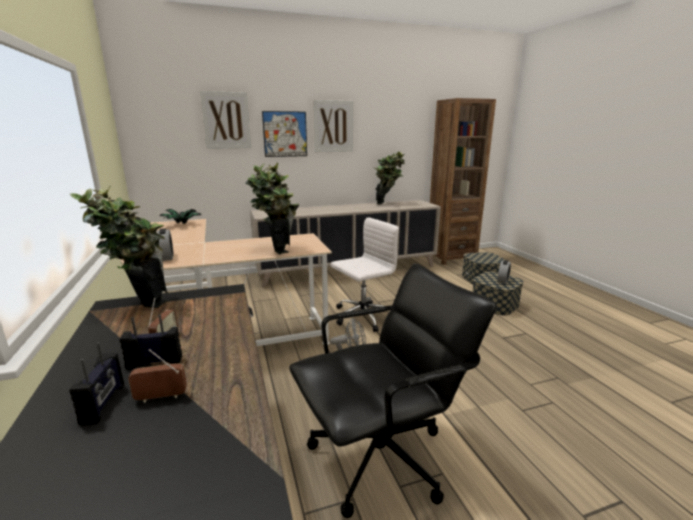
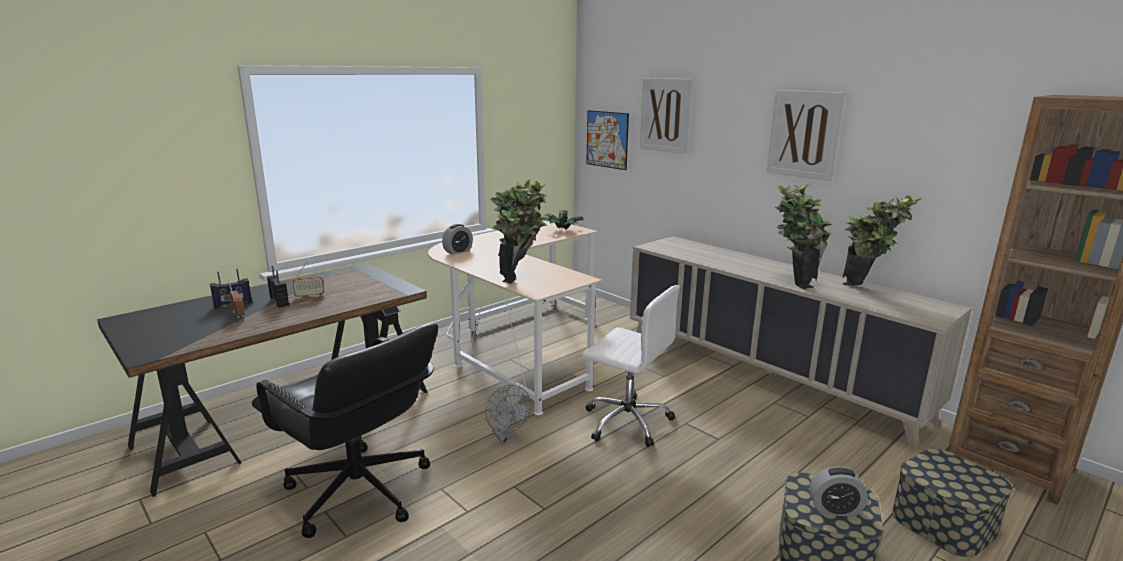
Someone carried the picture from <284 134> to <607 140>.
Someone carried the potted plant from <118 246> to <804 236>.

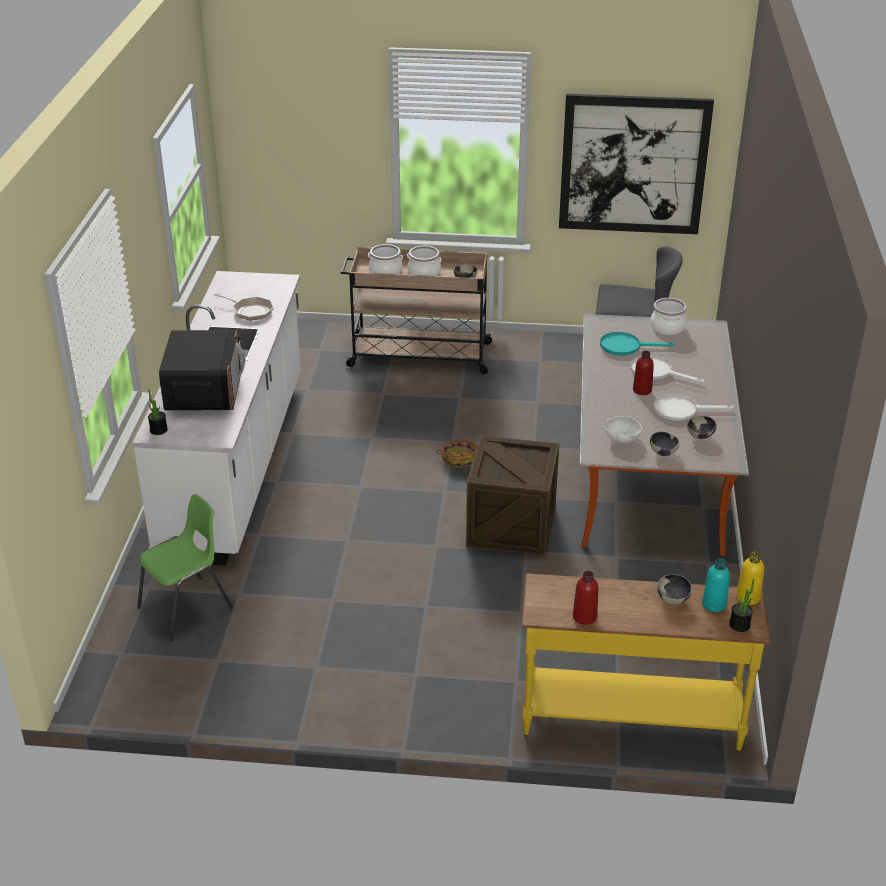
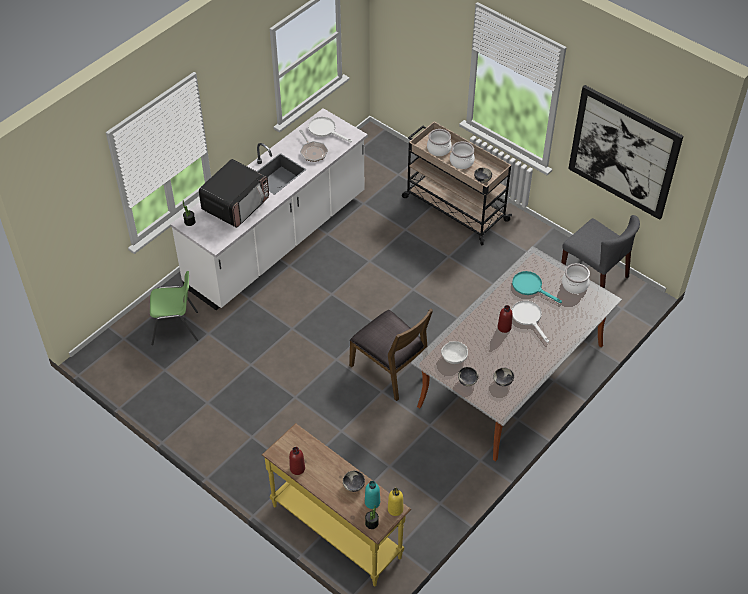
Someone carried the white frying pan from <694 407> to <330 130>.
Someone swapped the crate at <512 495> for the brown chair at <391 355>.
Someone took away the basket at <456 454>.

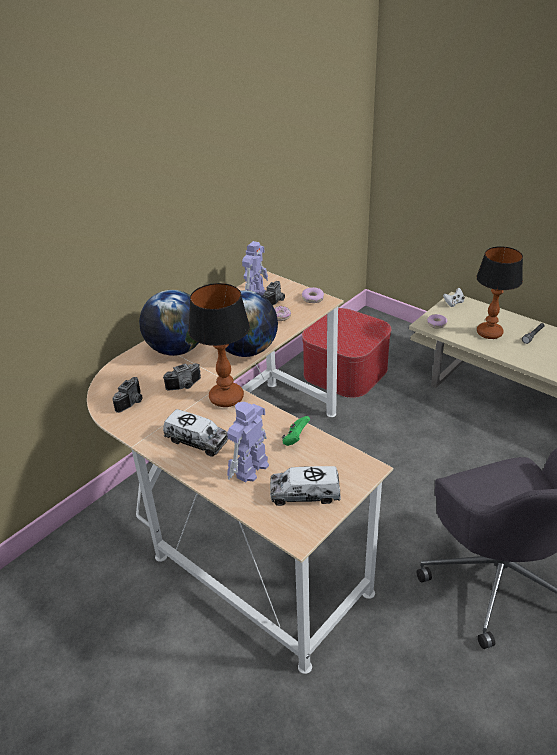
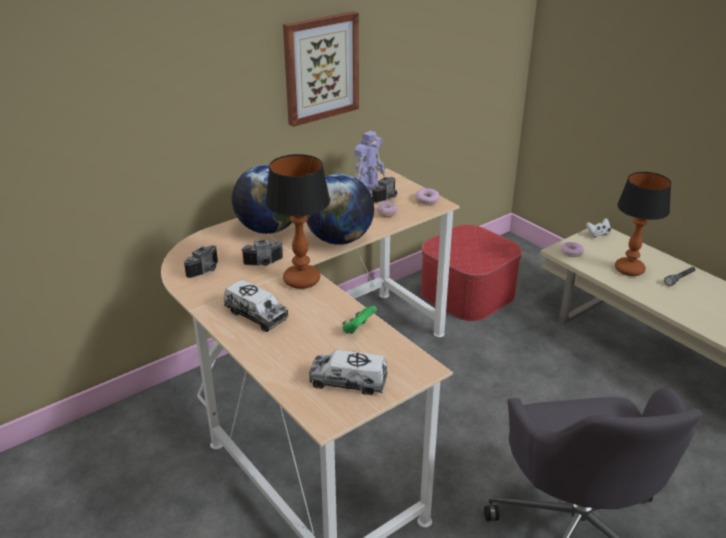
Someone took away the toy robot at <248 442>.
Someone put up the picture at <321 69>.

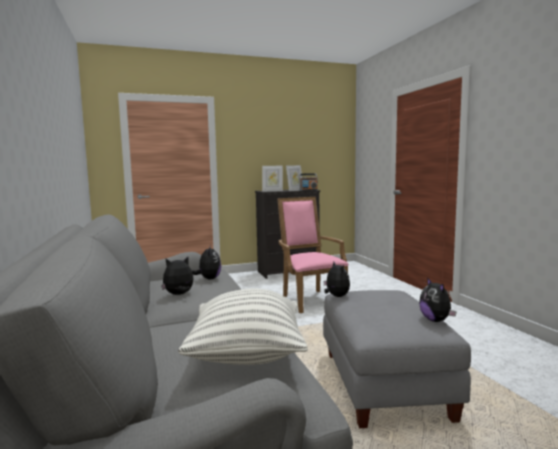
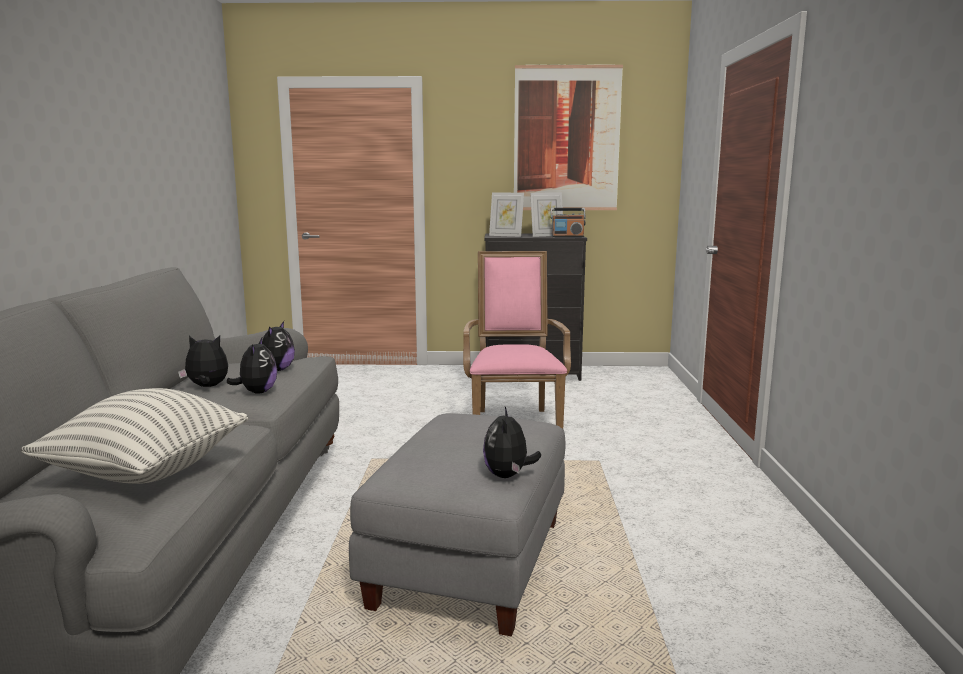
Someone carried the plush toy from <337 279> to <252 365>.
Someone put up the picture at <568 137>.

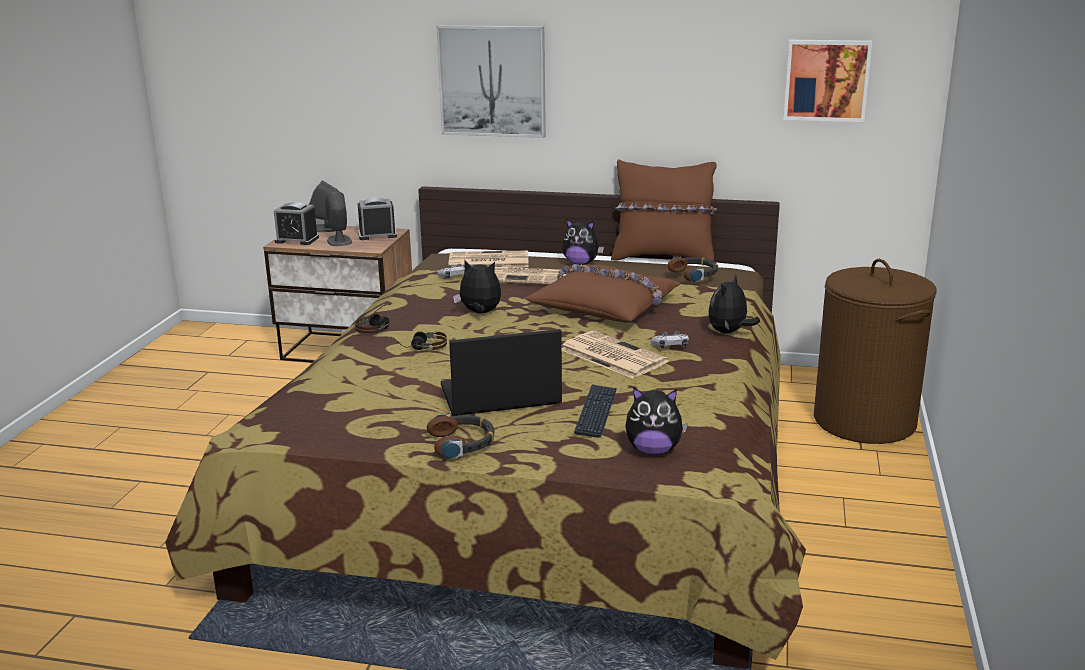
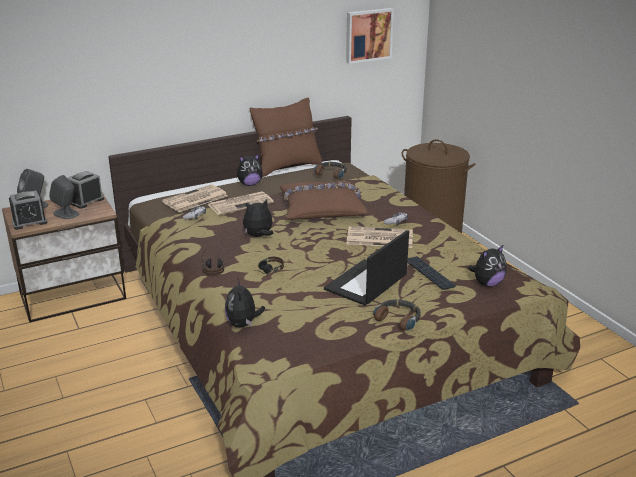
Someone took away the picture at <491 81>.
Someone carried the plush toy from <734 304> to <245 303>.

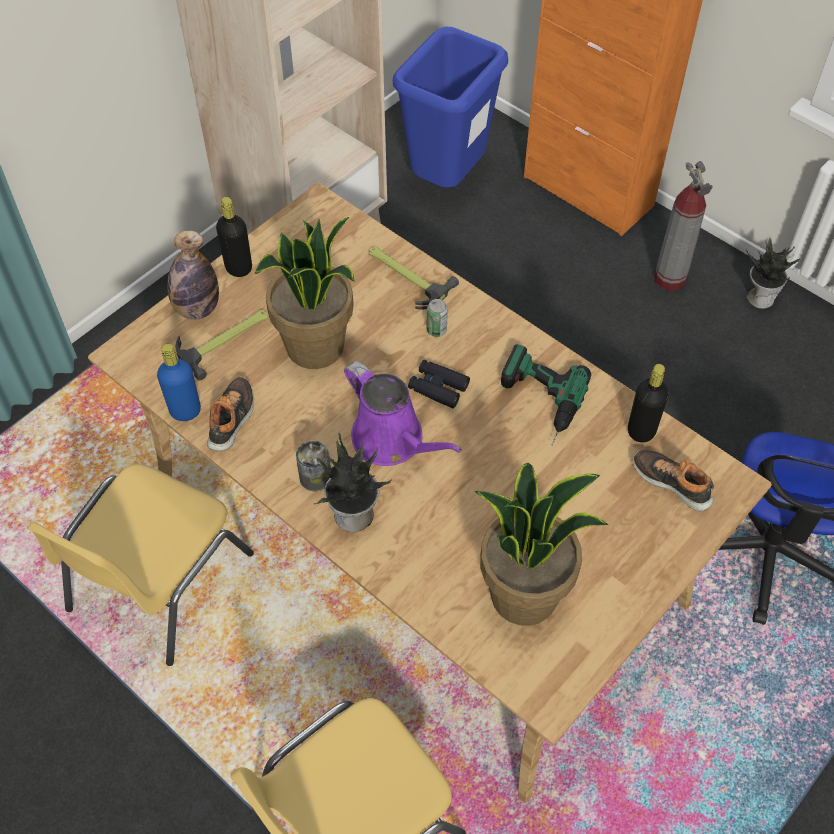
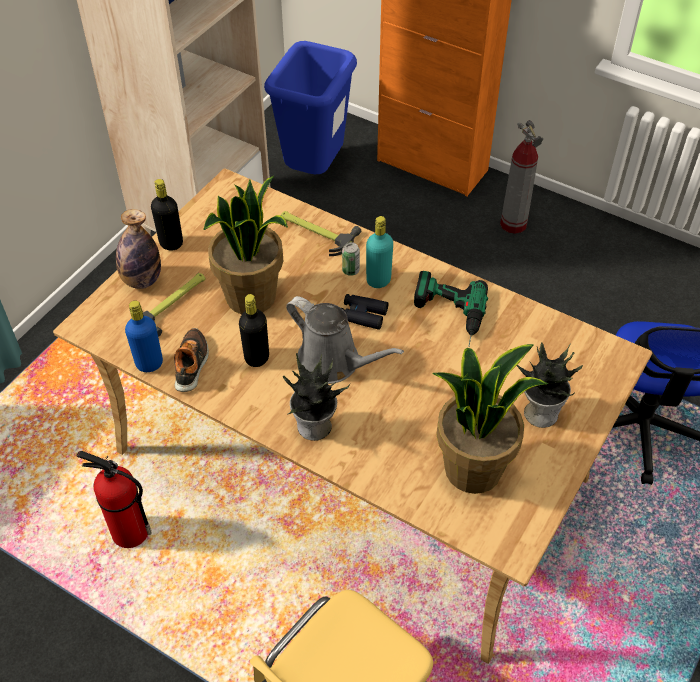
Someone carried the potted plant from <773 273> to <549 385>.
Someone repainted the purple watering can at <403 413>, which became the grey watering can at <345 340>.
Someone carried the black bottle from <648 403> to <254 330>.
Someone took away the can at <313 465>.
Someone took away the shoe at <673 480>.
Someone swapped the yellow chair at <140 565> for the fire extinguisher at <114 499>.
Someone put down the turquoise bottle at <379 252>.

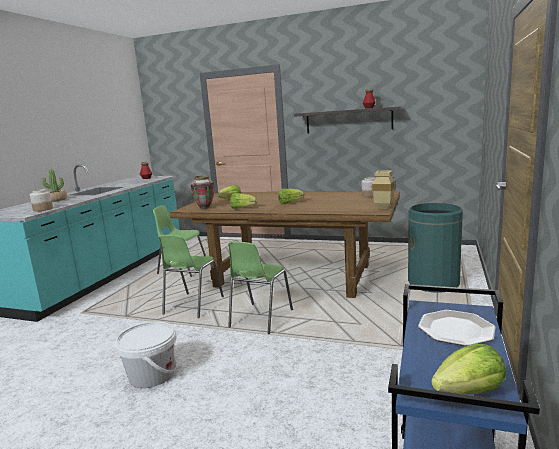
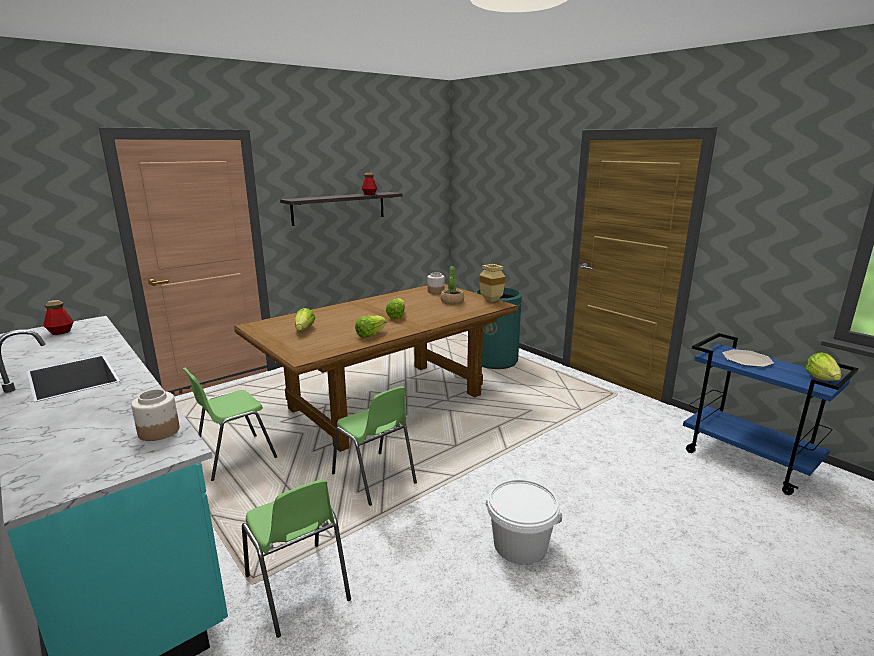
Someone carried the potted plant from <54 185> to <452 285>.
Someone took away the vase at <202 192>.
Someone carried the green chair from <260 288> to <296 558>.

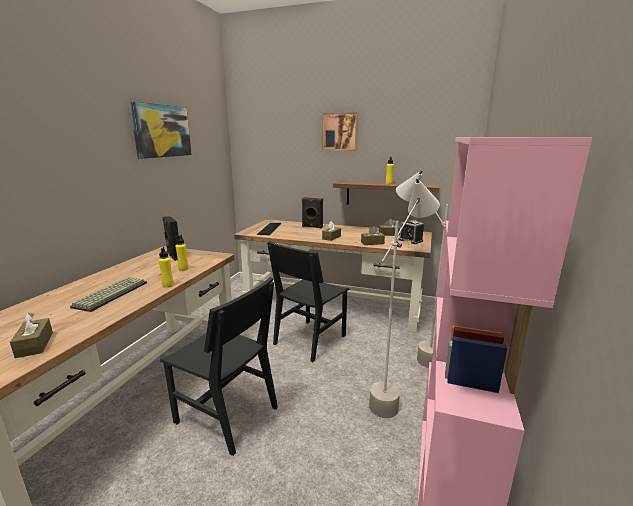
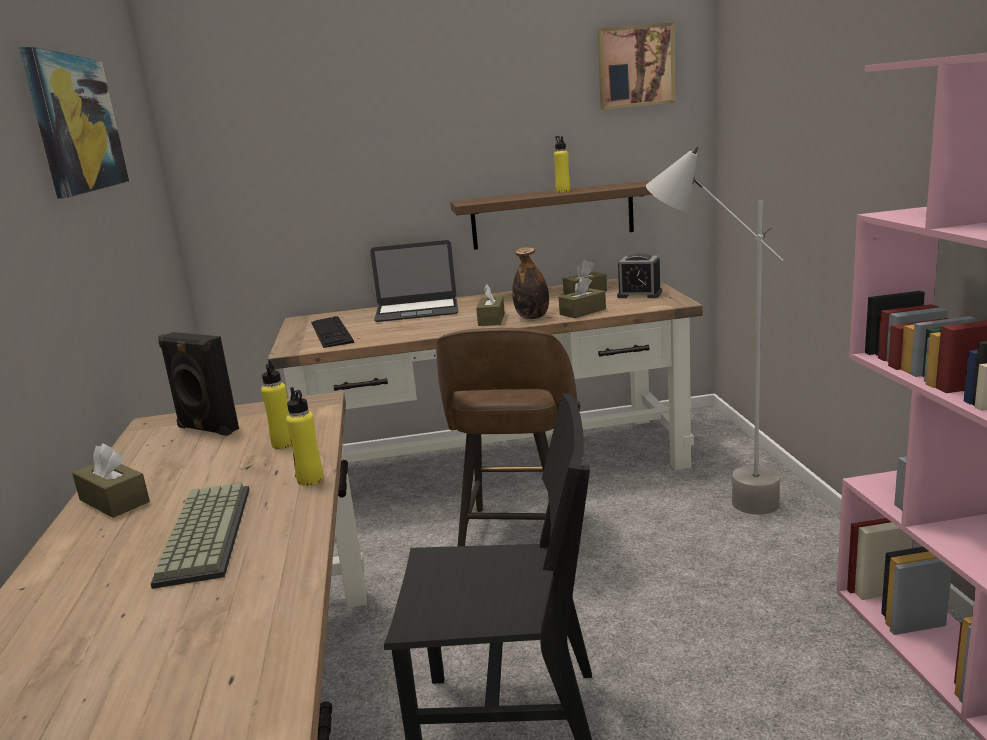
Someone carried the picture from <340 131> to <636 66>.
Someone took away the grey floor lamp at <404 298>.
Someone swapped the black speaker at <312 212> for the laptop at <414 281>.
Someone swapped the black chair at <308 301> for the brown stool at <507 437>.
Someone carried the brown tissue box from <31 335> to <111 480>.
Someone put down the bottle at <530 283>.

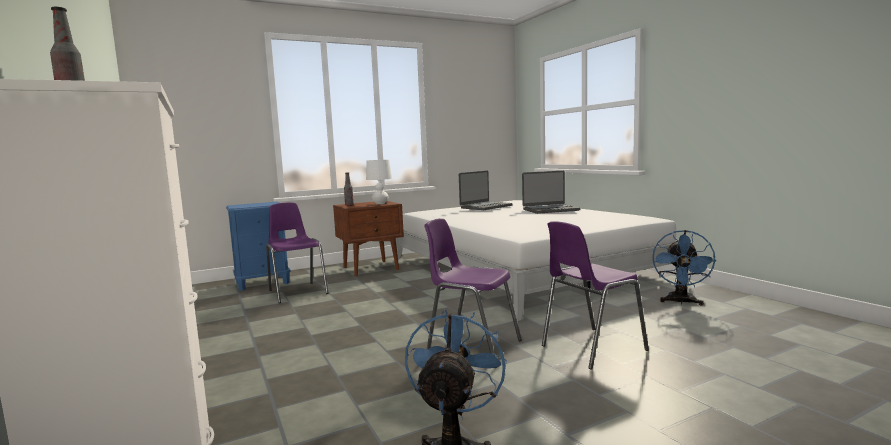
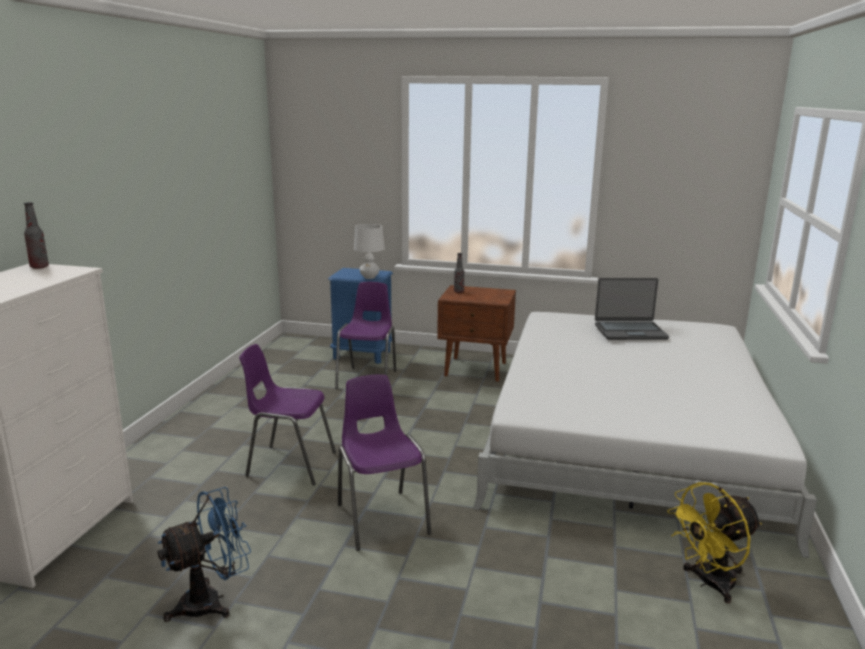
Someone carried the white table lamp from <379 182> to <369 251>.
Someone took away the laptop at <551 192>.
Someone carried the purple chair from <595 295> to <287 414>.
Someone repainted the blue fan at <684 268>, which became the yellow fan at <714 542>.

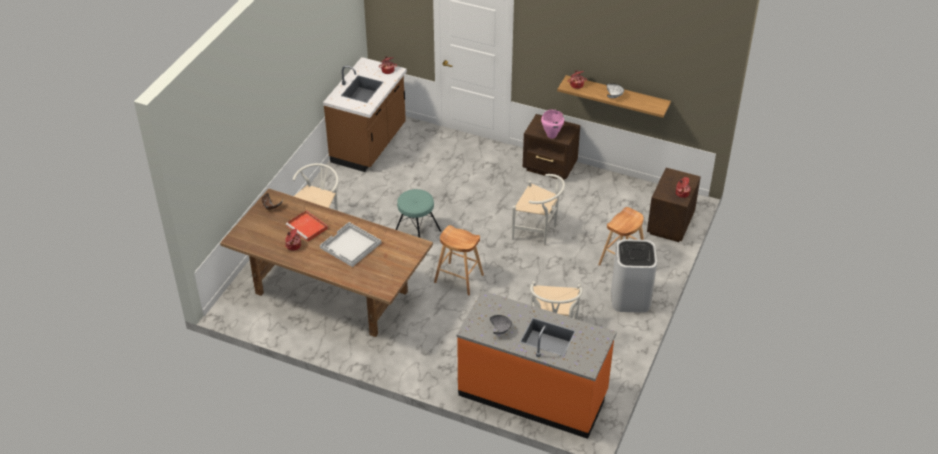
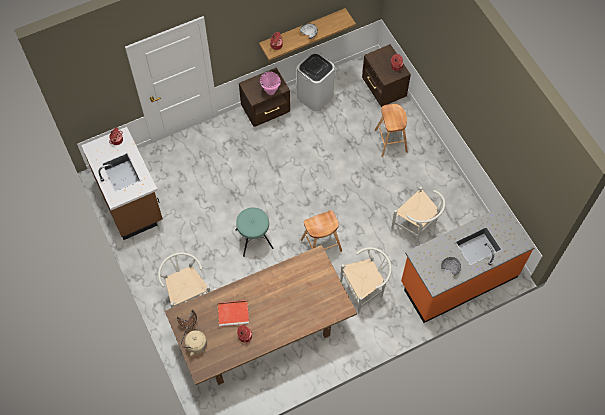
Someone carried the white chair from <538 209> to <366 280>.
Someone took away the white tray at <350 244>.
Someone carried the white trash can from <634 276> to <316 81>.
Someone put down the beige kettle at <193 341>.

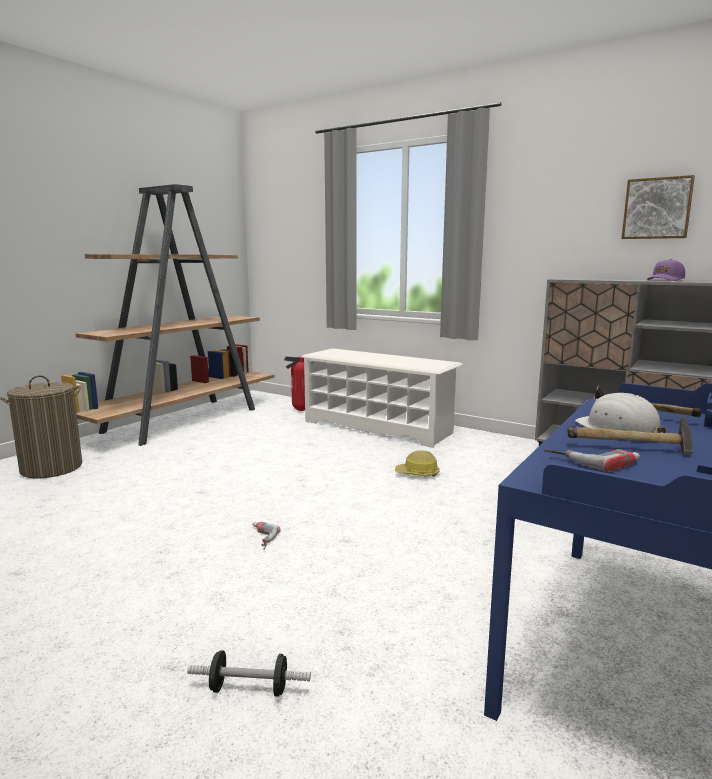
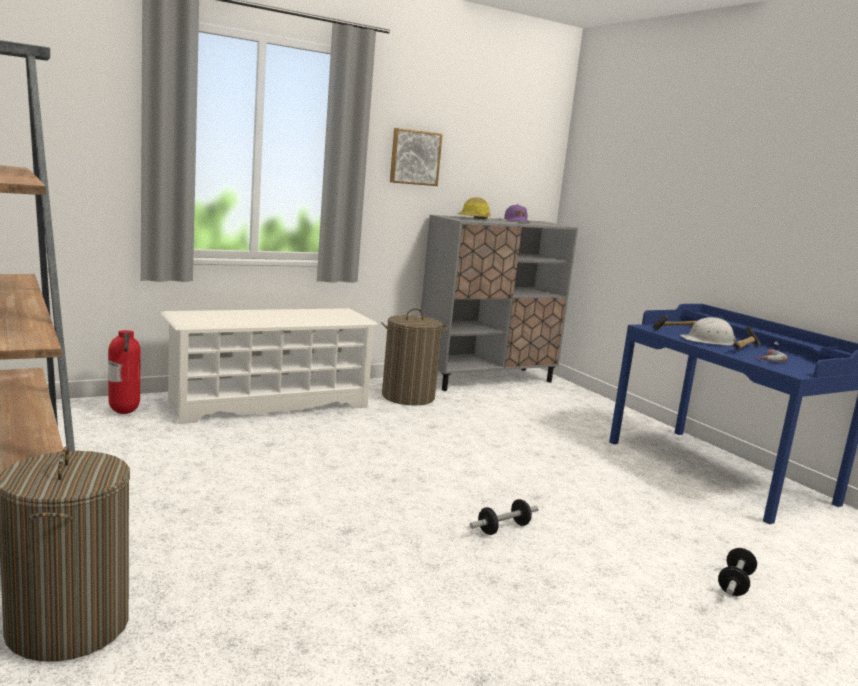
Someone carried the picture from <658 207> to <416 157>.
Someone carried the hard hat from <417 463> to <474 208>.
Someone swapped the power drill at <266 535> for the dumbbell at <504 517>.
Someone put down the laundry basket at <414 356>.

